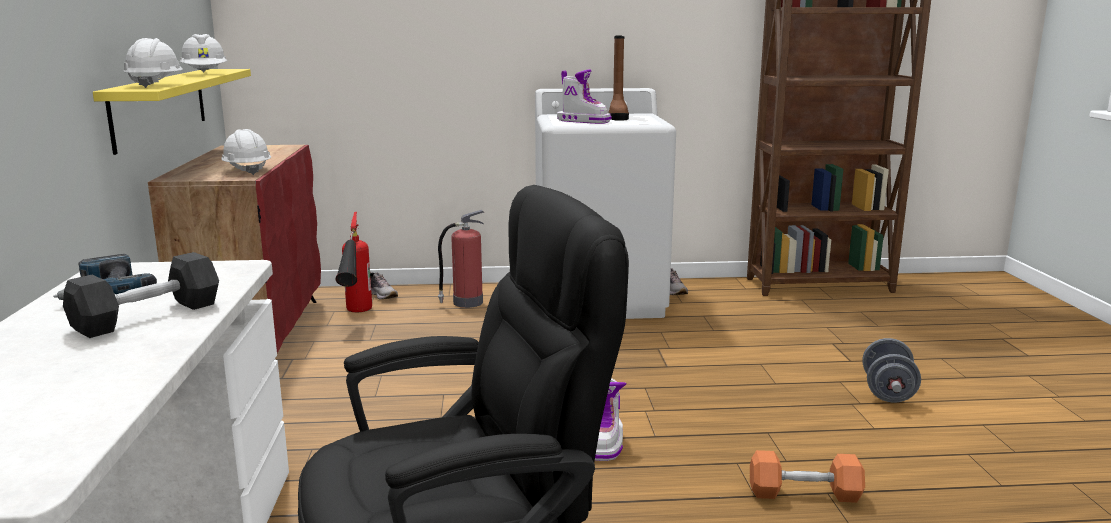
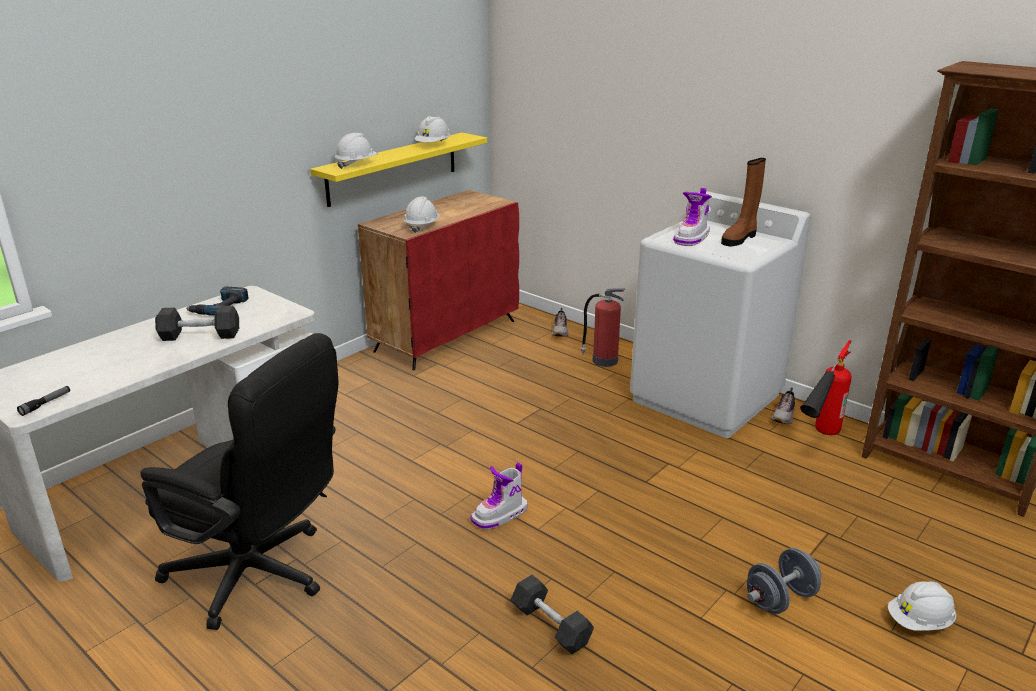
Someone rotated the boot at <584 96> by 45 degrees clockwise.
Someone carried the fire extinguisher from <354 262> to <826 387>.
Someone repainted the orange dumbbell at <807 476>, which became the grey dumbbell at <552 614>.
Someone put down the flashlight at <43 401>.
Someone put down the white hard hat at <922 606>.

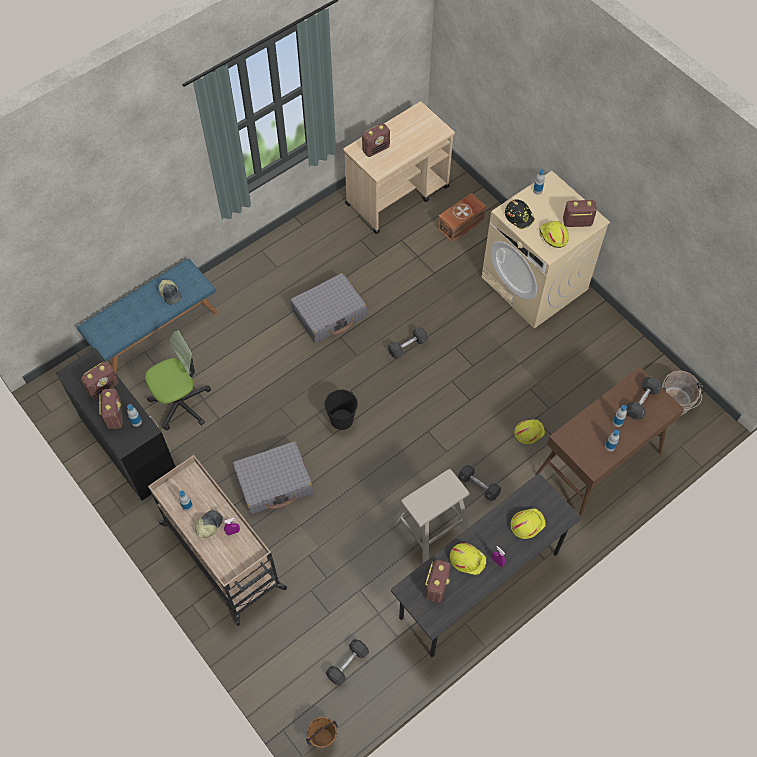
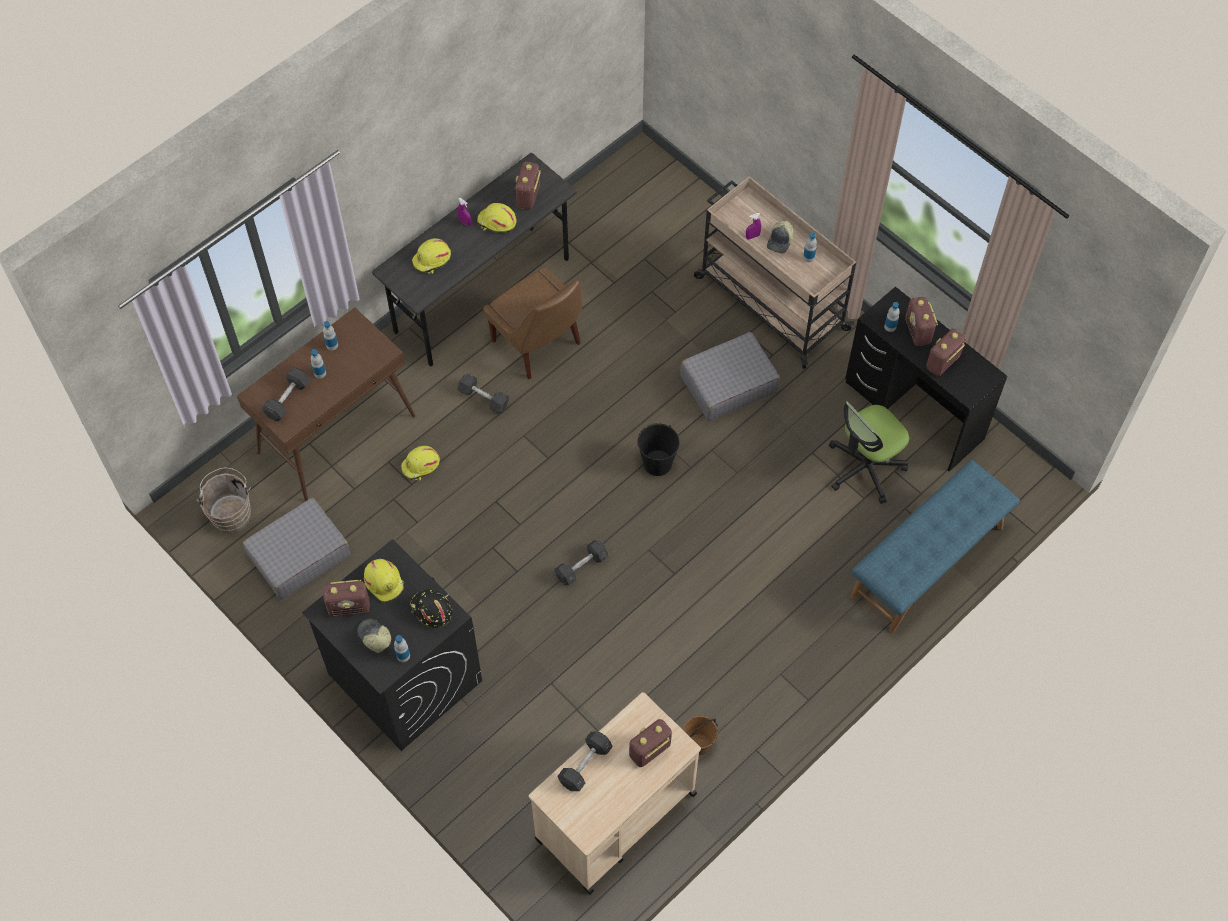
Someone repainted the beige washing machine at <546 249>, which became the black washing machine at <392 645>.
Someone took away the brown storage box at <462 217>.
Someone carried the grey suitcase from <329 308> to <296 549>.
Someone carried the cap from <170 292> to <374 636>.
Someone swapped the beige stool at <430 516> for the brown chair at <532 323>.
Someone carried the grey dumbbell from <347 662> to <585 761>.
Someone carried the brown bucket from <322 732> to <700 735>.

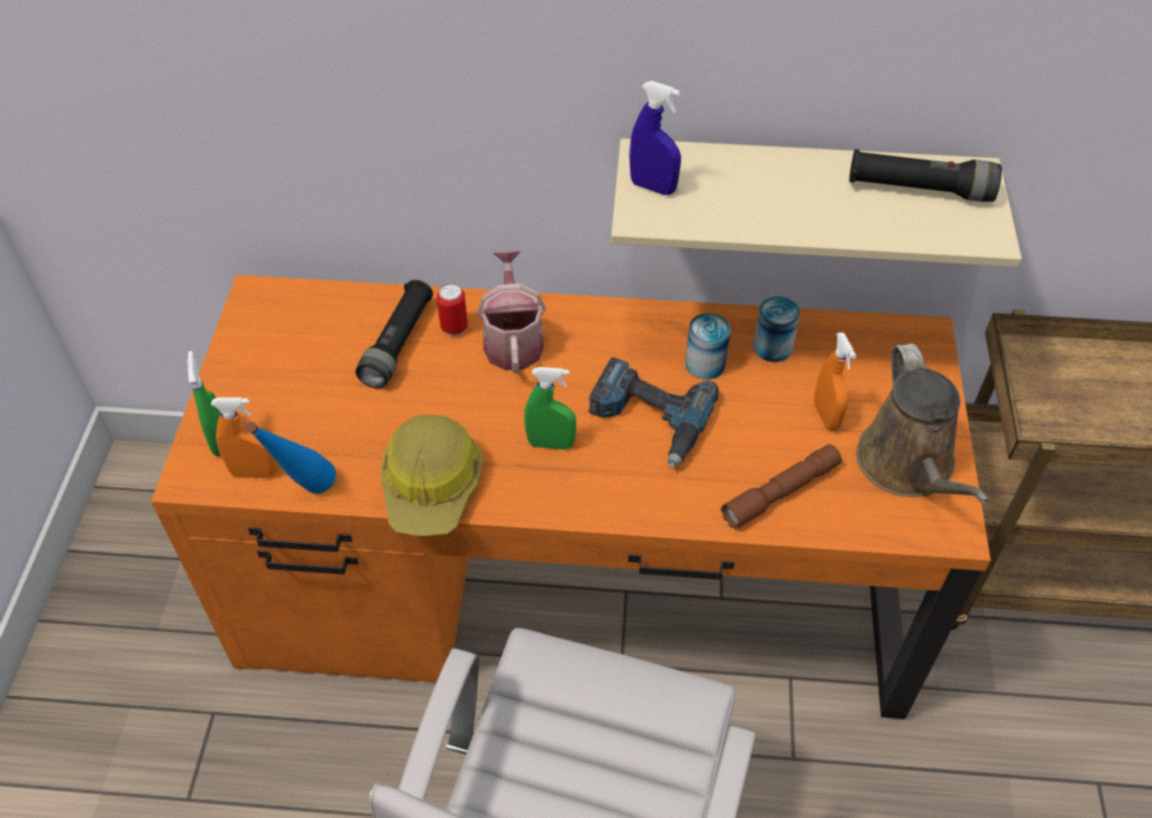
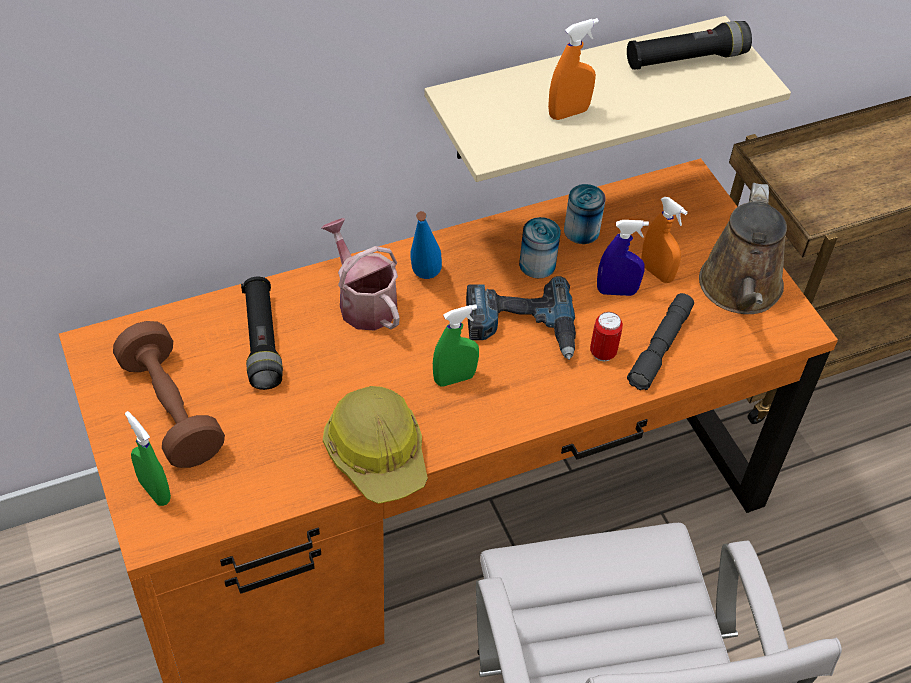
Someone carried the blue spray bottle from <655 138> to <623 258>.
Someone carried the can from <452 310> to <606 337>.
Someone rotated the brown watering can at <922 424> by 45 degrees clockwise.
Someone carried the orange spray bottle from <244 437> to <573 69>.
Someone carried the blue bottle from <290 457> to <426 245>.
Someone repainted the brown flashlight at <781 487>, which became the grey flashlight at <660 341>.
Someone put down the brown dumbbell at <169 394>.

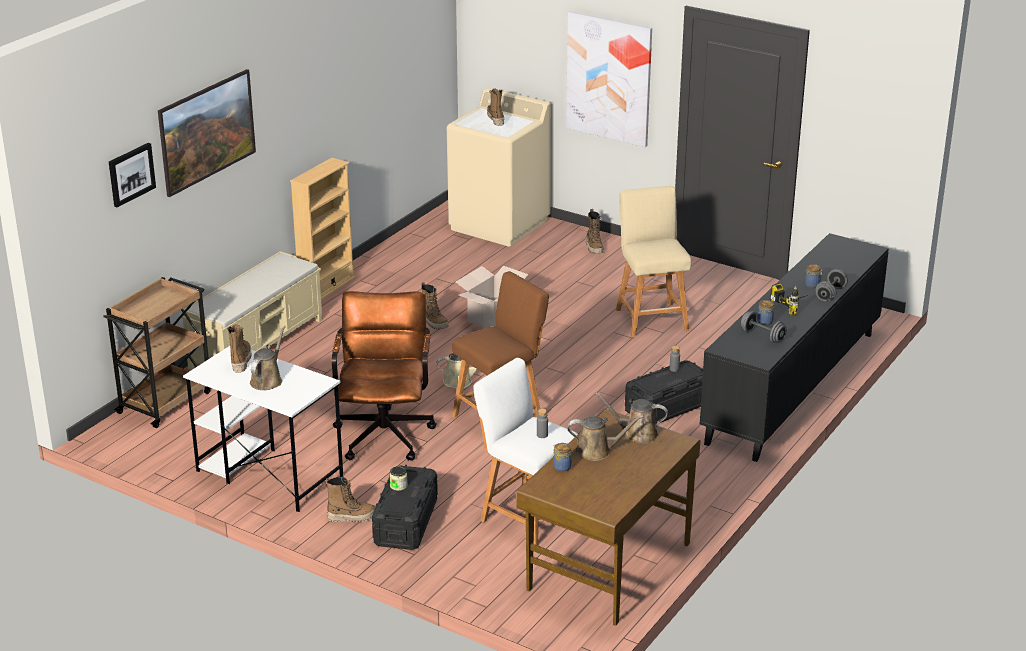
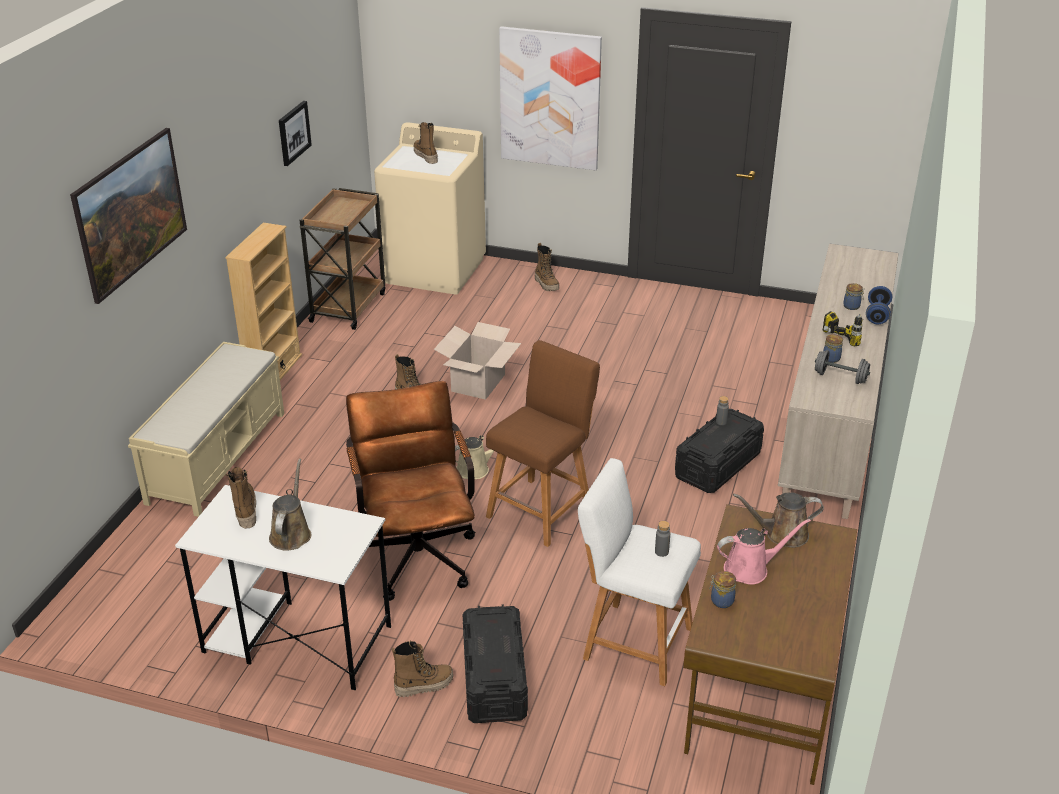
Someone carried the picture from <132 175> to <295 133>.
Someone took away the beige stool at <653 261>.
Someone repainted the black cabinet at <794 347>, which became the beige cabinet at <838 381>.
Someone repainted the grey dumbbell at <832 285>, which became the blue dumbbell at <879 305>.
Someone carried the brown cart from <157 352> to <342 259>.
Someone repainted the brown watering can at <606 438>, which became the pink watering can at <764 552>.
Someone took away the jar at <398 478>.

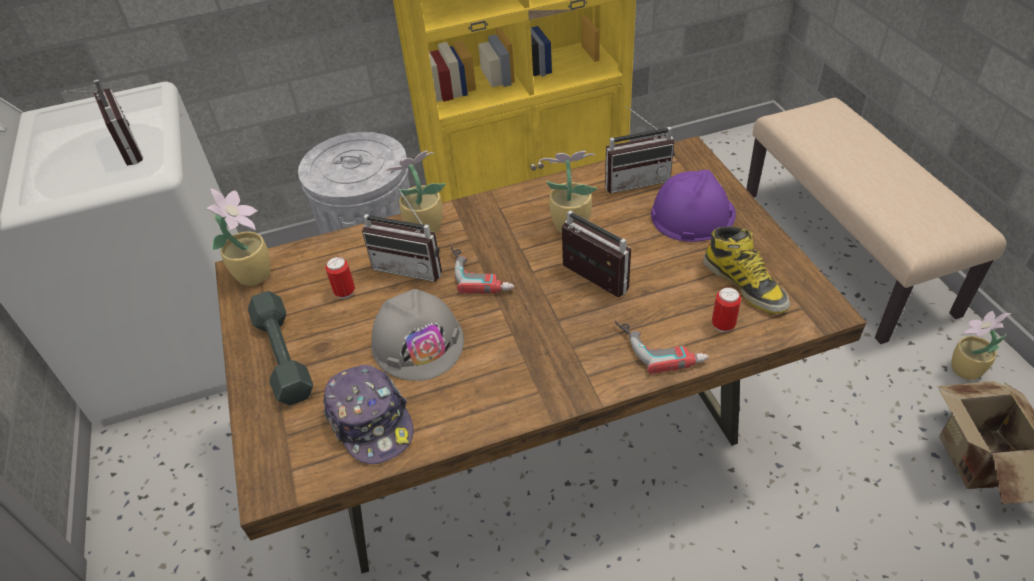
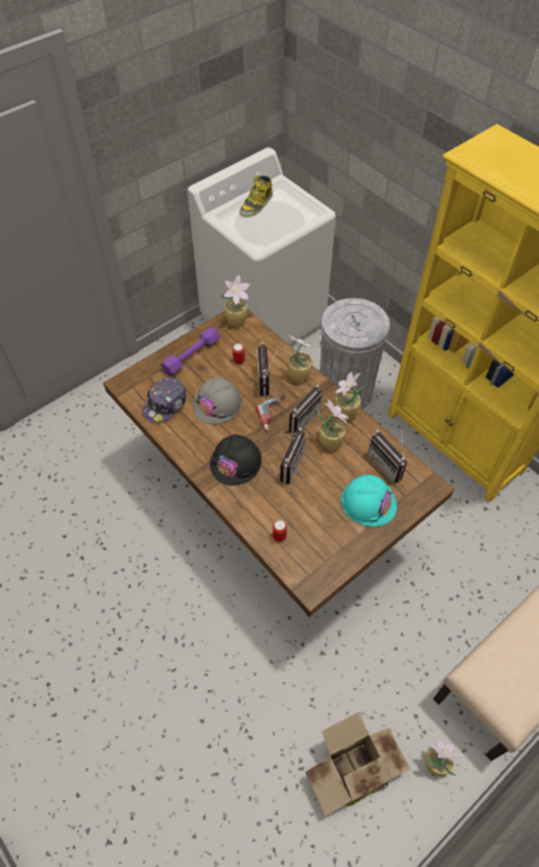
Someone carried the radio from <104 123> to <305 410>.
Someone repainted the purple hard hat at <693 206>, which became the turquoise hard hat at <369 501>.
Someone carried the boot from <746 270> to <256 196>.
Someone repainted the grey dumbbell at <280 348>, which became the purple dumbbell at <190 351>.
Someone took away the power drill at <662 347>.
Someone put down the potted plant at <349 396>.
Someone put down the black hard hat at <236 460>.

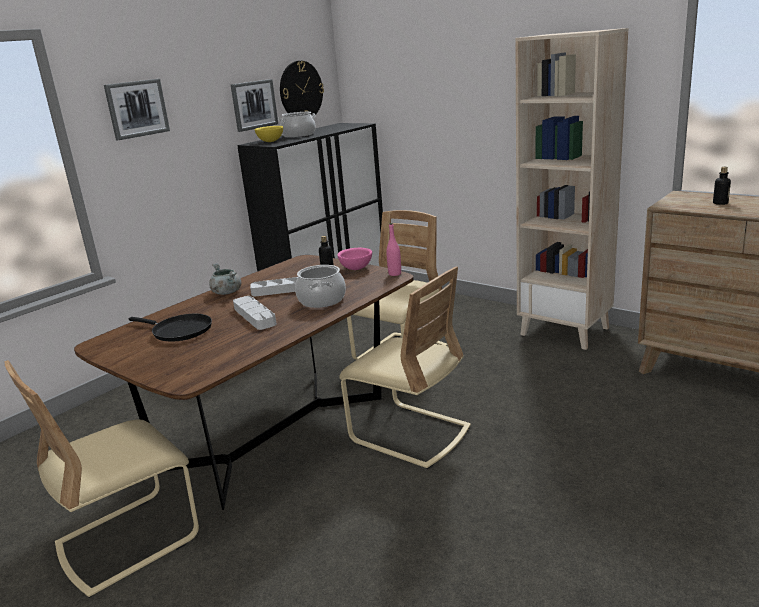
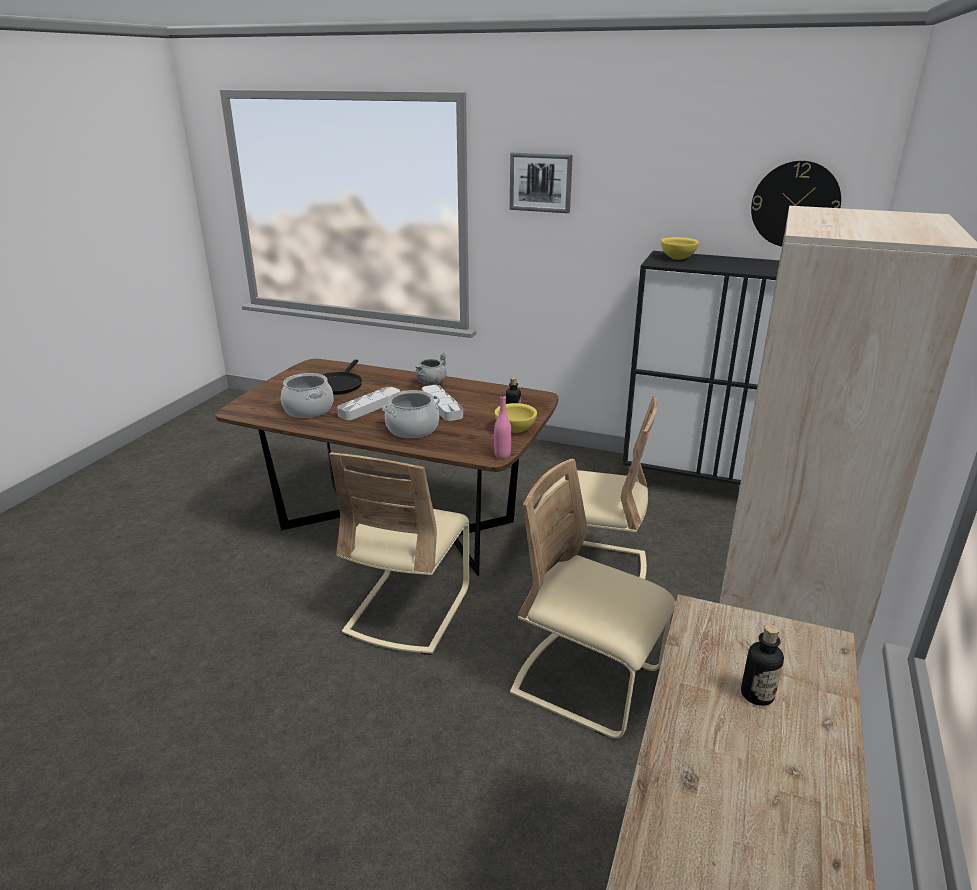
Someone took away the picture at <254 105>.
Someone carried the cooking pot from <297 125> to <307 395>.
Someone repainted the pink bowl at <354 259>, which became the yellow bowl at <516 418>.
Someone carried the beige chair from <102 479> to <593 598>.

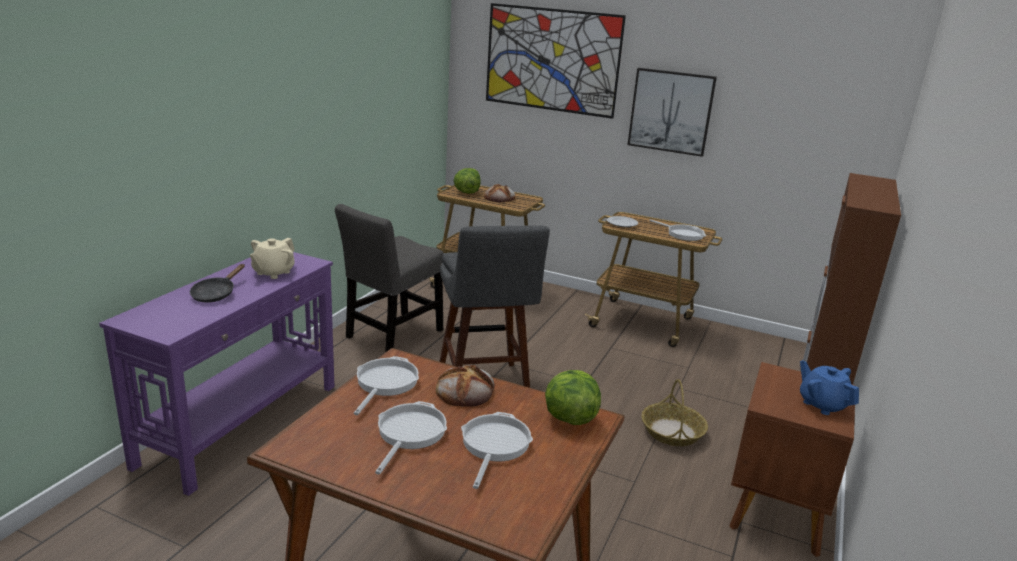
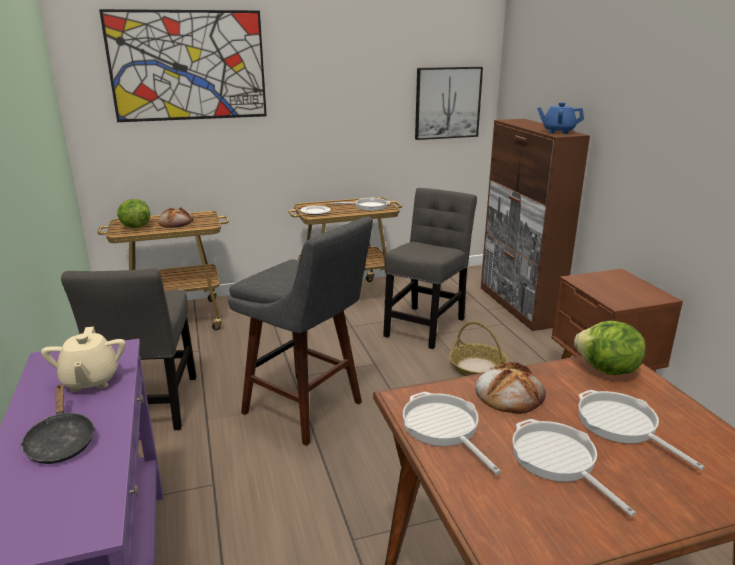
Someone carried the picture from <672 112> to <449 103>.
Someone carried the blue teapot from <829 387> to <560 118>.
Someone put down the grey chair at <430 268>.

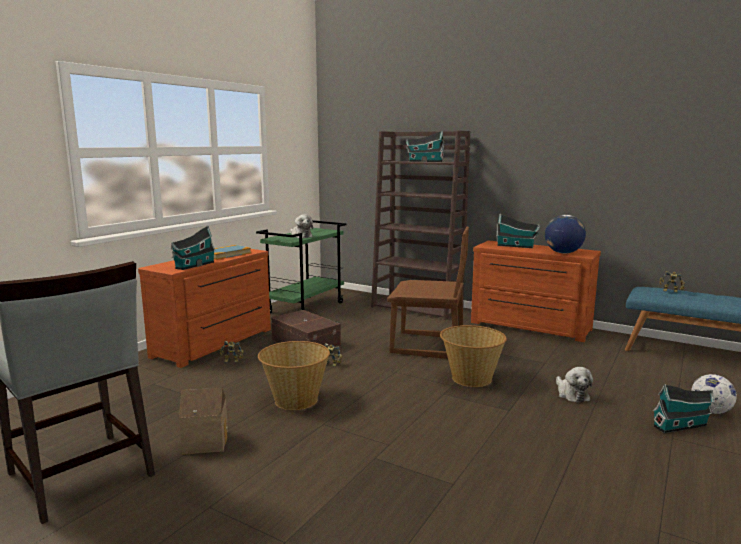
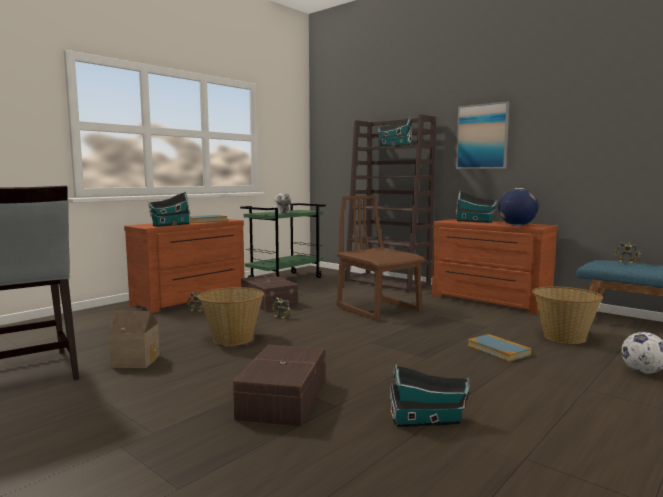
Someone rotated the brown chair at <428 293> by 150 degrees counterclockwise.
Someone carried the basket from <473 356> to <567 315>.
Someone swapped the plush toy at <574 385> for the book at <500 348>.
Someone carried the toy house from <683 408> to <430 396>.
Someone put up the picture at <482 135>.
Someone put down the brown storage box at <279 386>.

